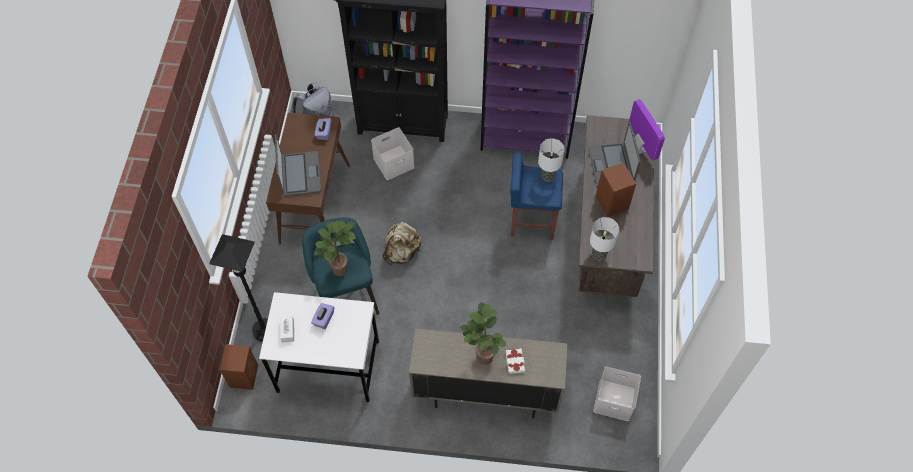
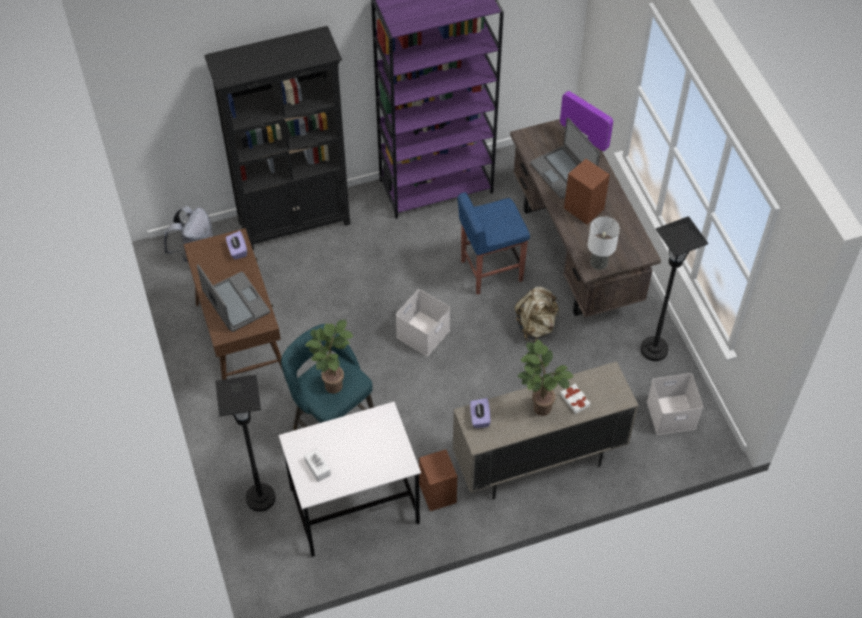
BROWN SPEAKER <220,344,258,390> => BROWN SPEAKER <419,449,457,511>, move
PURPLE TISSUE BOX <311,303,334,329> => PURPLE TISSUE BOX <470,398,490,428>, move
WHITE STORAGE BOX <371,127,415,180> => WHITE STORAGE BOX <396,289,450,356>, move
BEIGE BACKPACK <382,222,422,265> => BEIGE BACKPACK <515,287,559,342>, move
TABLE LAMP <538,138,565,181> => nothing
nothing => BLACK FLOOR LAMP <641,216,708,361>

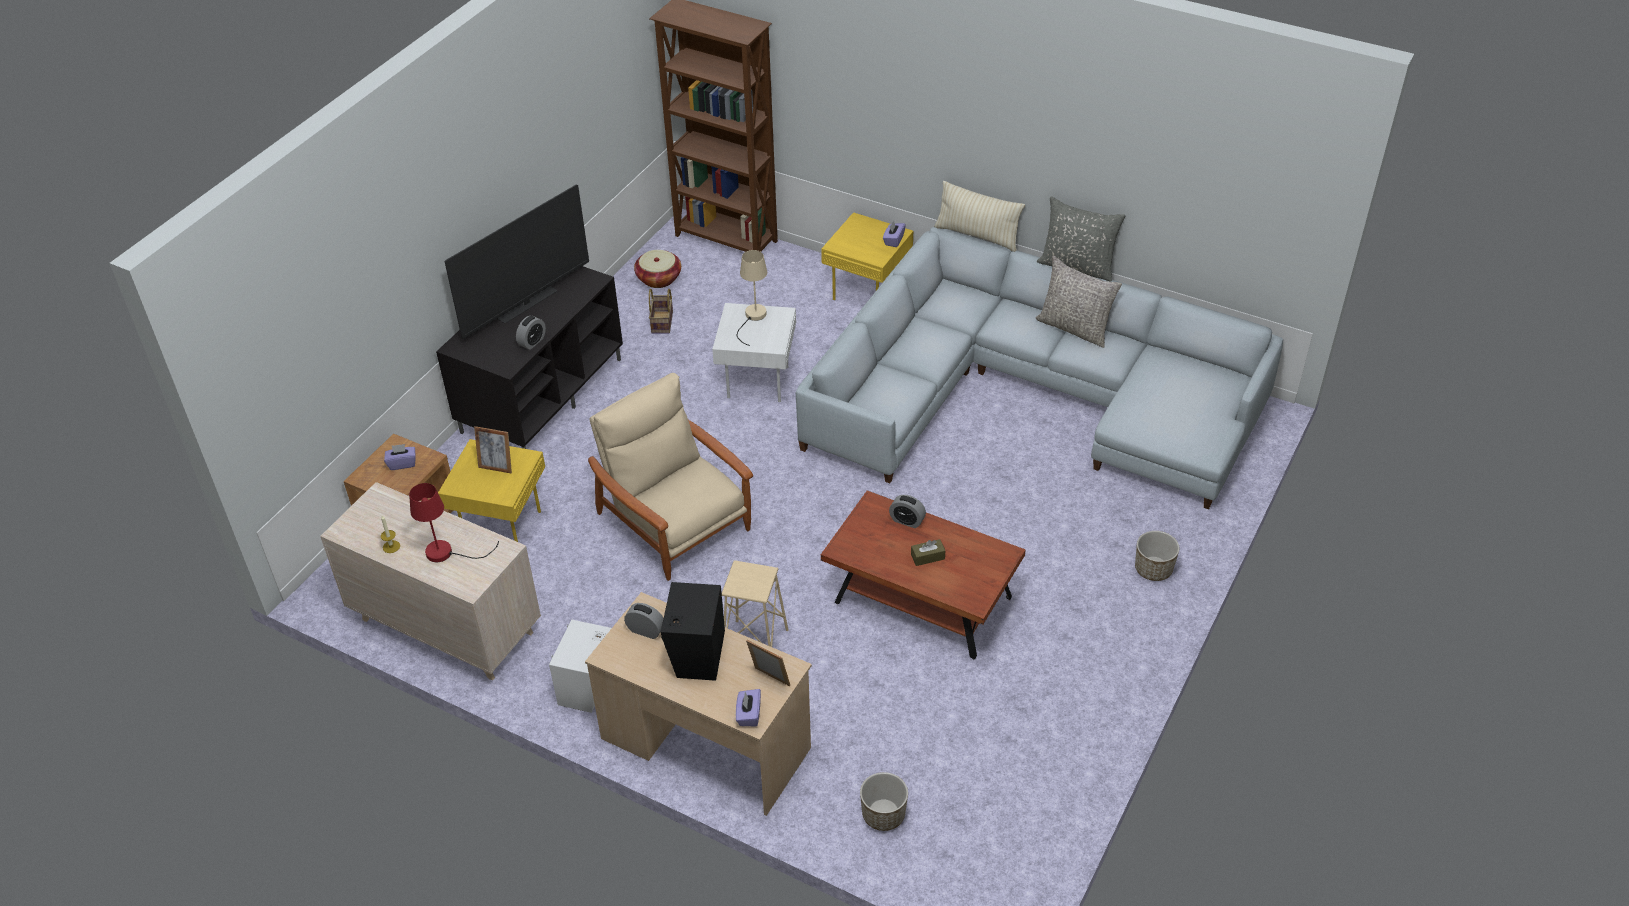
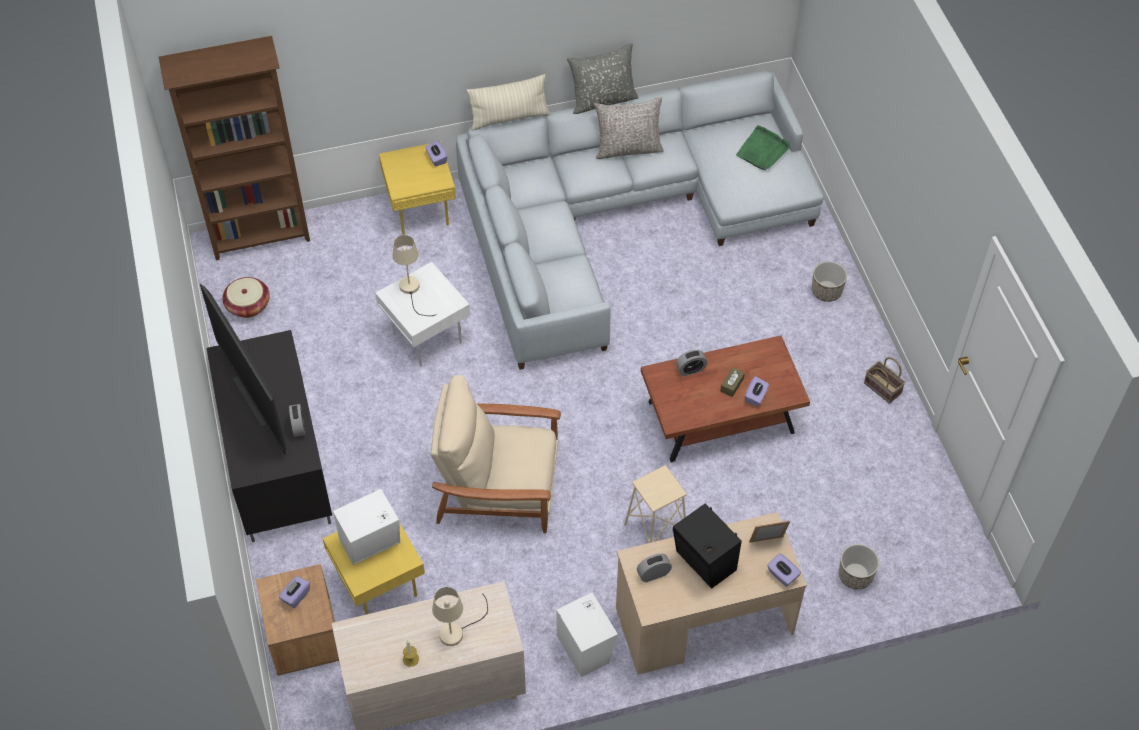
RED TABLE LAMP <409,483,499,562> => BEIGE TABLE LAMP <432,587,488,646>
TELEVISION <445,184,589,339> => TELEVISION <200,284,286,455>, 150 degrees clockwise
PICTURE FRAME <474,426,512,473> => WHITE SPEAKER <333,489,400,565>
BASKET <649,289,673,334> => BASKET <864,357,906,404>, move
nothing => GREEN TRAY <736,125,791,170>
nothing => PURPLE TISSUE BOX <745,376,769,406>

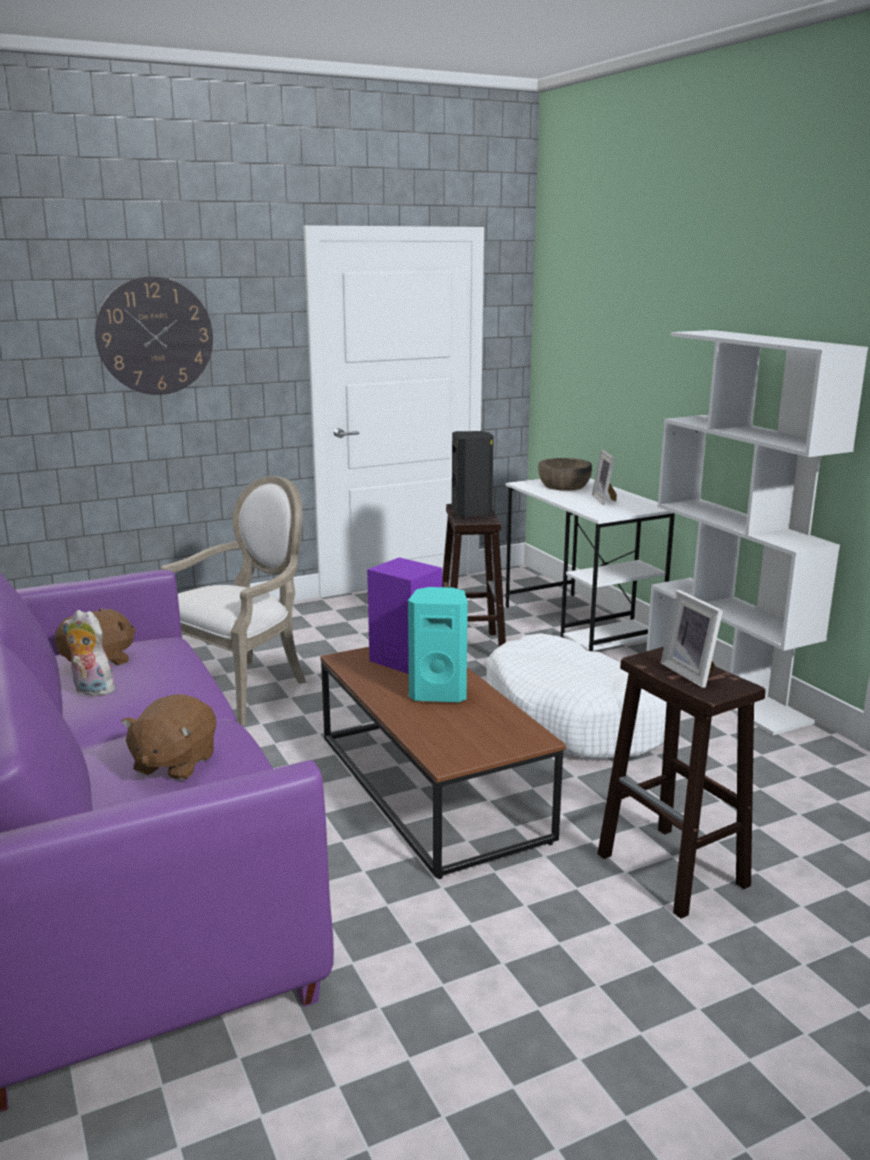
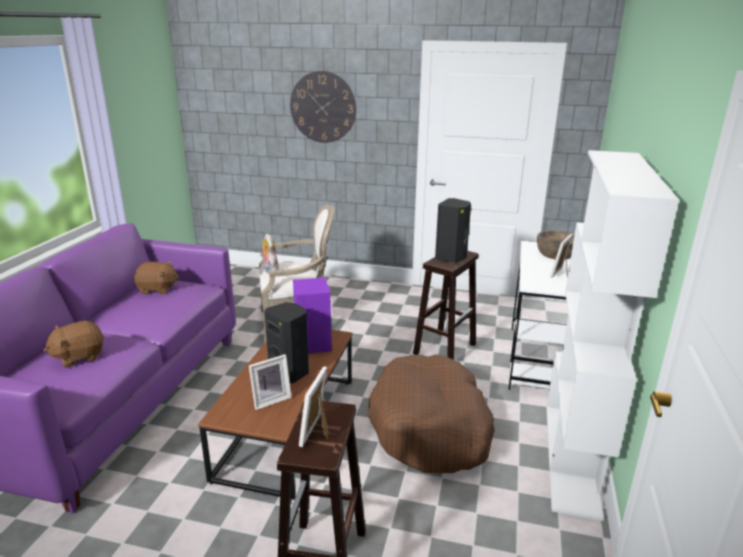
PLUSH TOY <63,610,115,696> => PLUSH TOY <260,233,279,274>, move
TURQUOISE SPEAKER <408,587,468,702> => BLACK SPEAKER <265,302,309,383>
WHITE DOG BED <487,633,682,759> => BROWN DOG BED <368,354,495,473>
nothing => PICTURE FRAME <249,354,291,410>

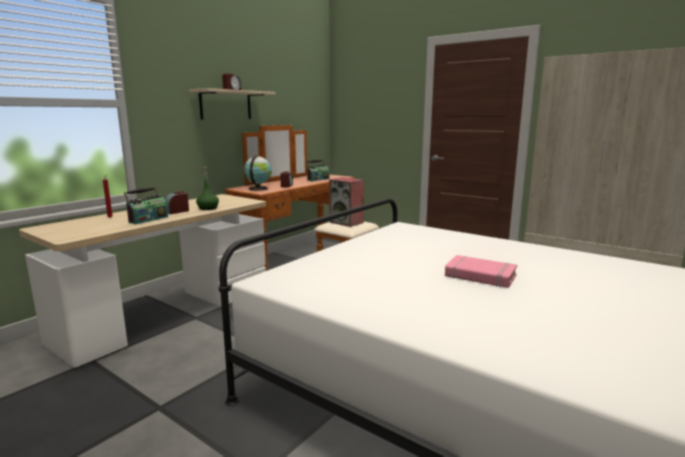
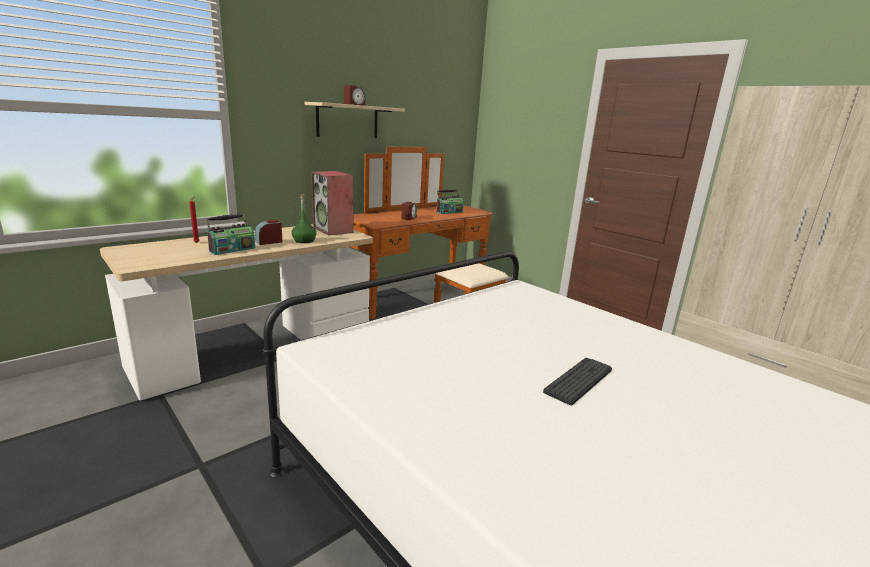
GLOBE <244,155,272,191> => nothing
SPEAKER <329,177,364,227> => SPEAKER <312,171,353,235>, move
PINK BOOK <445,255,517,288> => KEYBOARD <543,358,612,406>

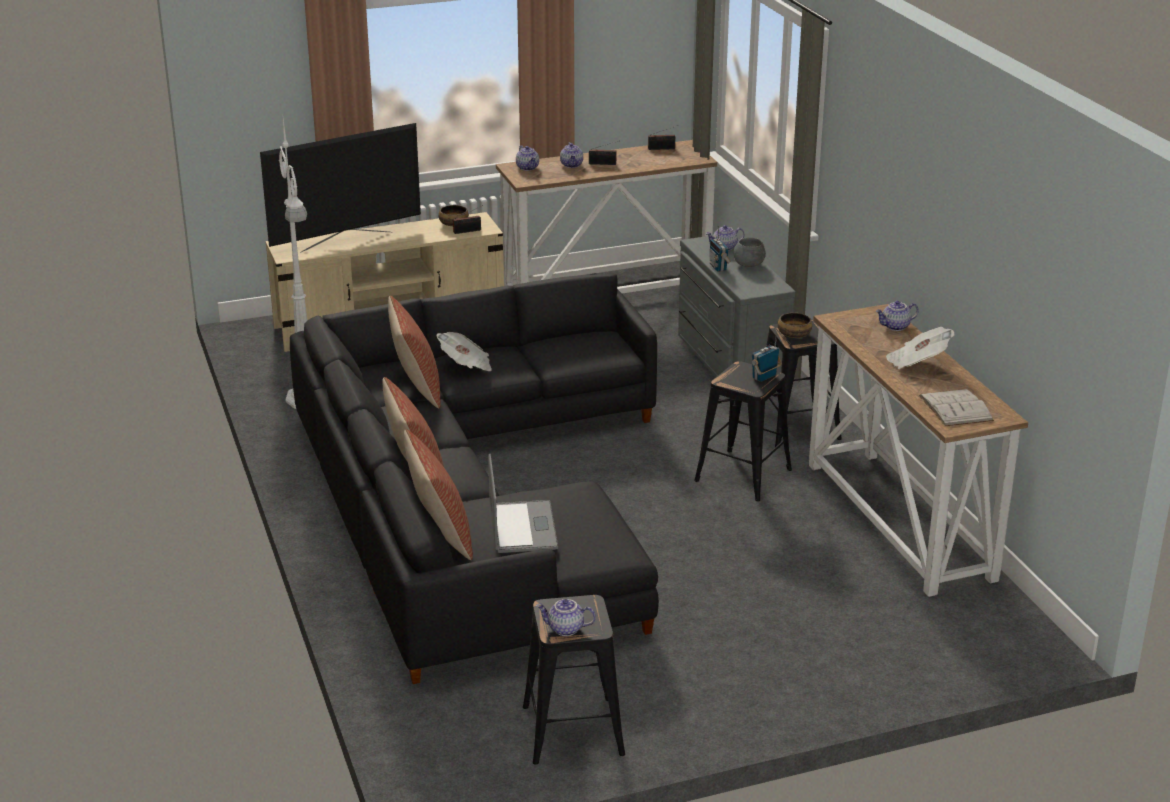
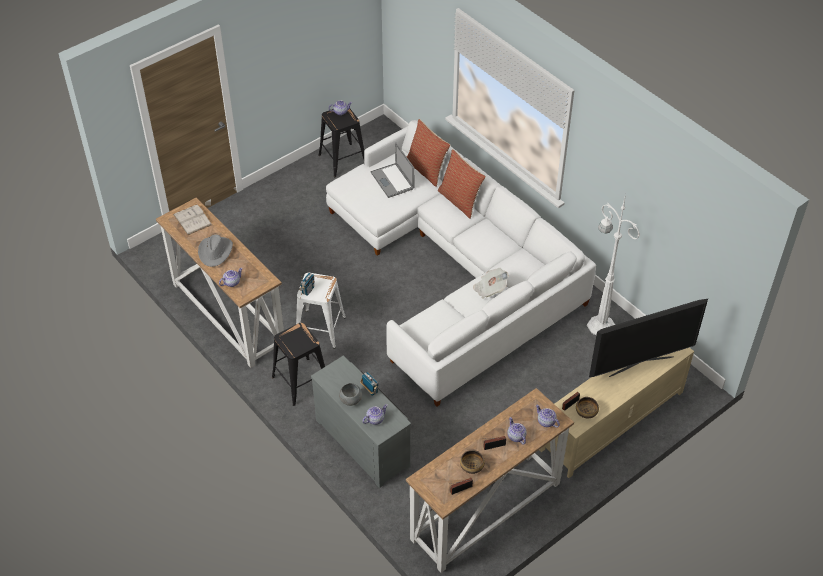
TELEVISION <260,123,421,253> => TELEVISION <589,299,708,377>, 150 degrees counterclockwise
BLACK SOFA <290,274,659,684> => WHITE SOFA <326,120,596,407>
PILLOW <388,296,441,409> => nothing
BLACK STOOL <694,361,792,501> => WHITE STOOL <296,273,346,349>
BOWL <778,313,812,338> => BOWL <460,450,485,474>, move
NEWSPAPER <886,327,955,369> => GREY HAT <198,234,233,267>

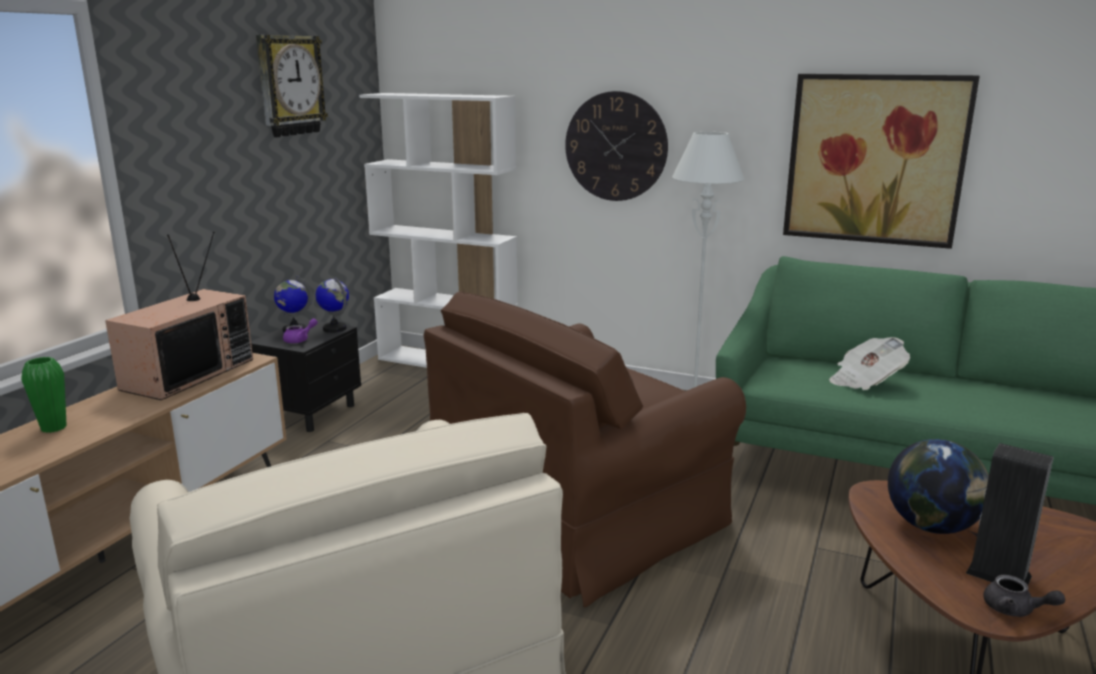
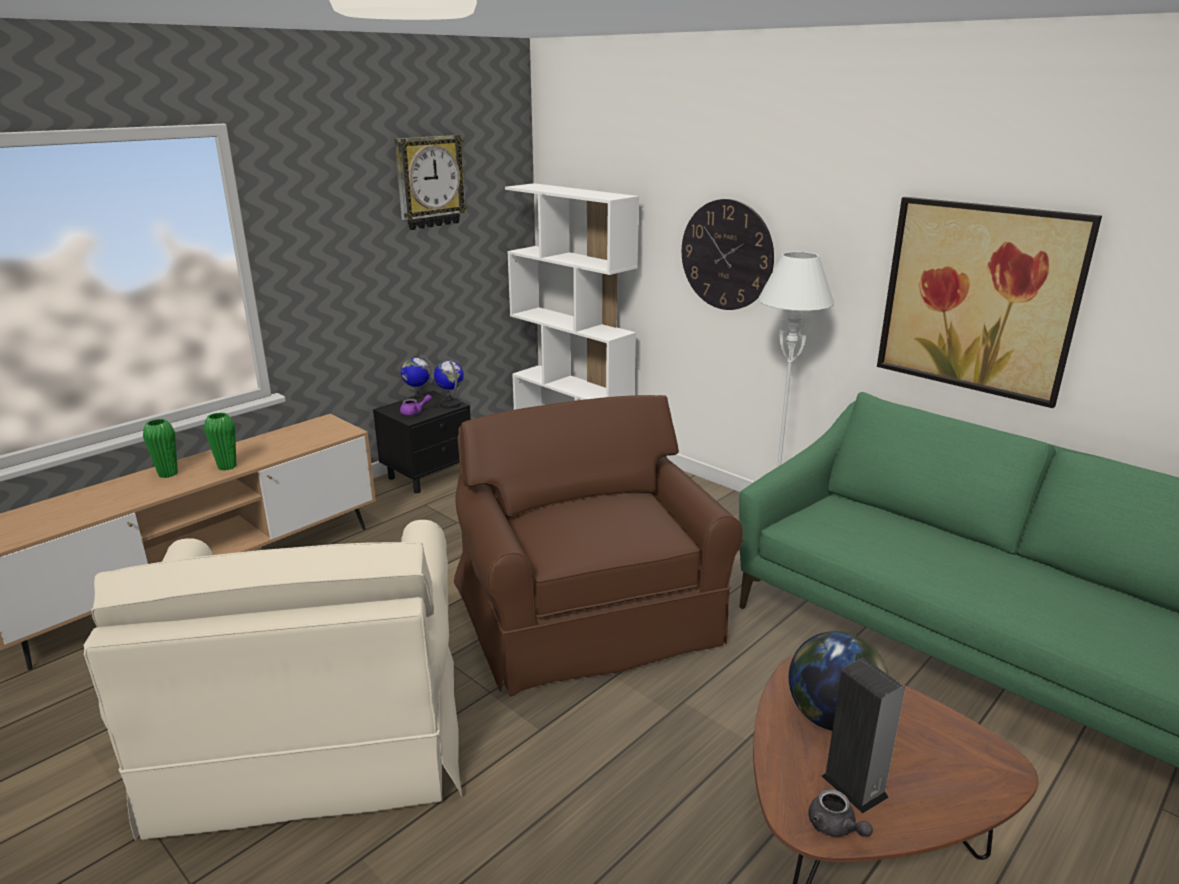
TELEVISION <105,231,253,400> => nothing
BROWN ARMCHAIR <424,291,746,607> => BROWN ARMCHAIR <454,395,743,696>, 90 degrees clockwise
NEWSPAPER <829,337,910,390> => nothing
nothing => GREEN VASE <204,413,236,471>

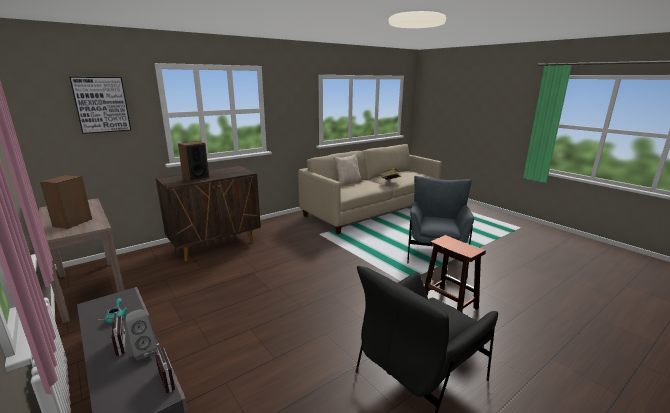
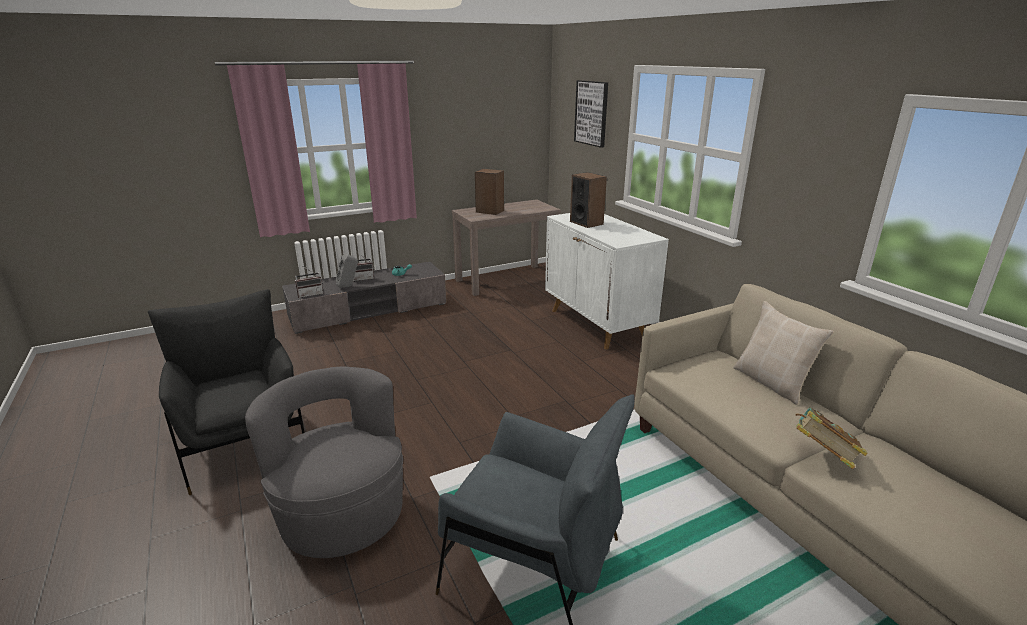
BROWN CABINET <156,166,261,261> => WHITE CABINET <545,213,669,349>
BROWN STOOL <424,235,486,312> => GREY ARMCHAIR <245,367,403,558>

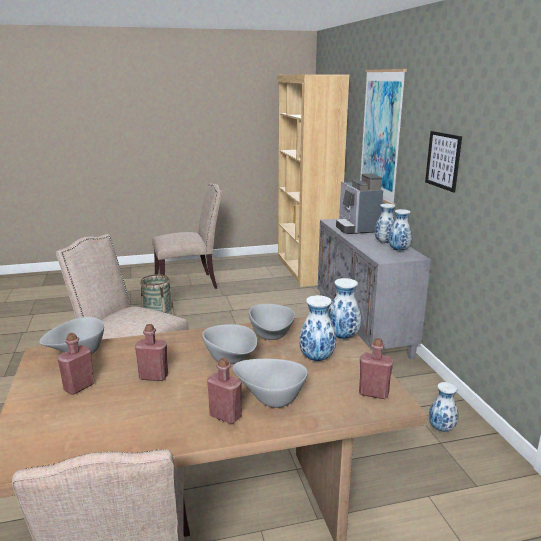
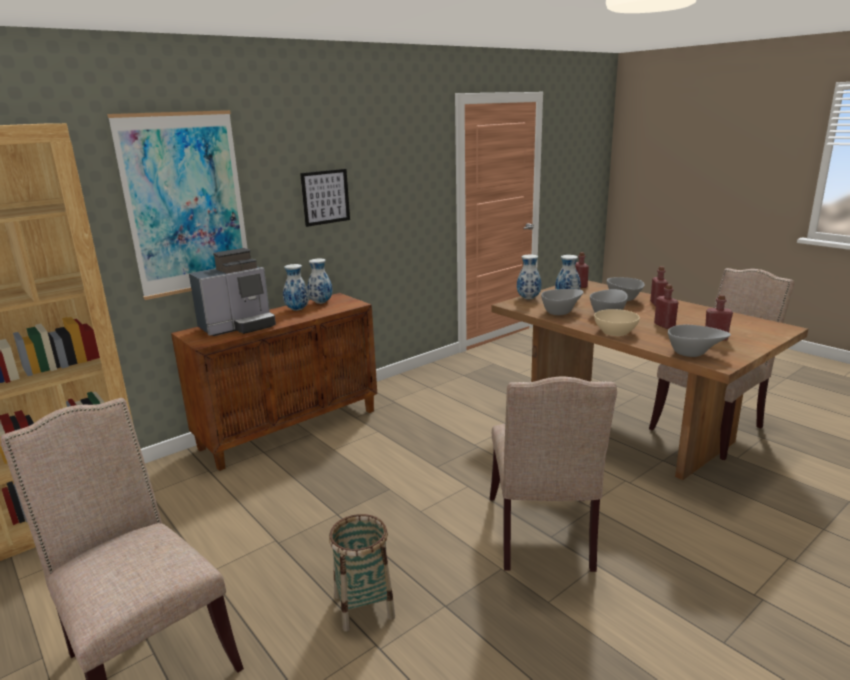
GREY CABINET <318,219,431,360> => BROWN CABINET <171,293,377,471>
VASE <429,382,458,432> => nothing
nothing => BEIGE BOWL <594,309,640,336>

